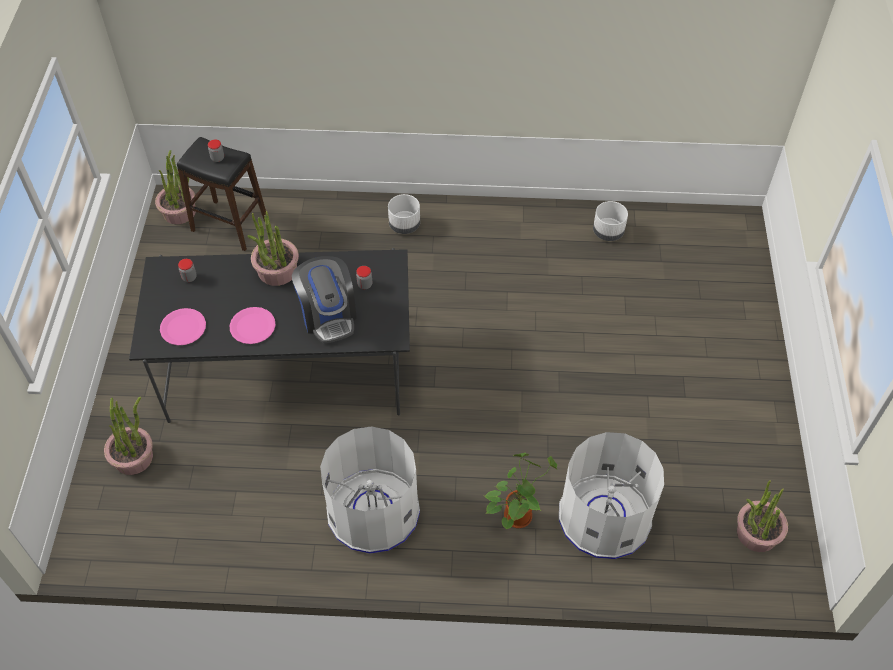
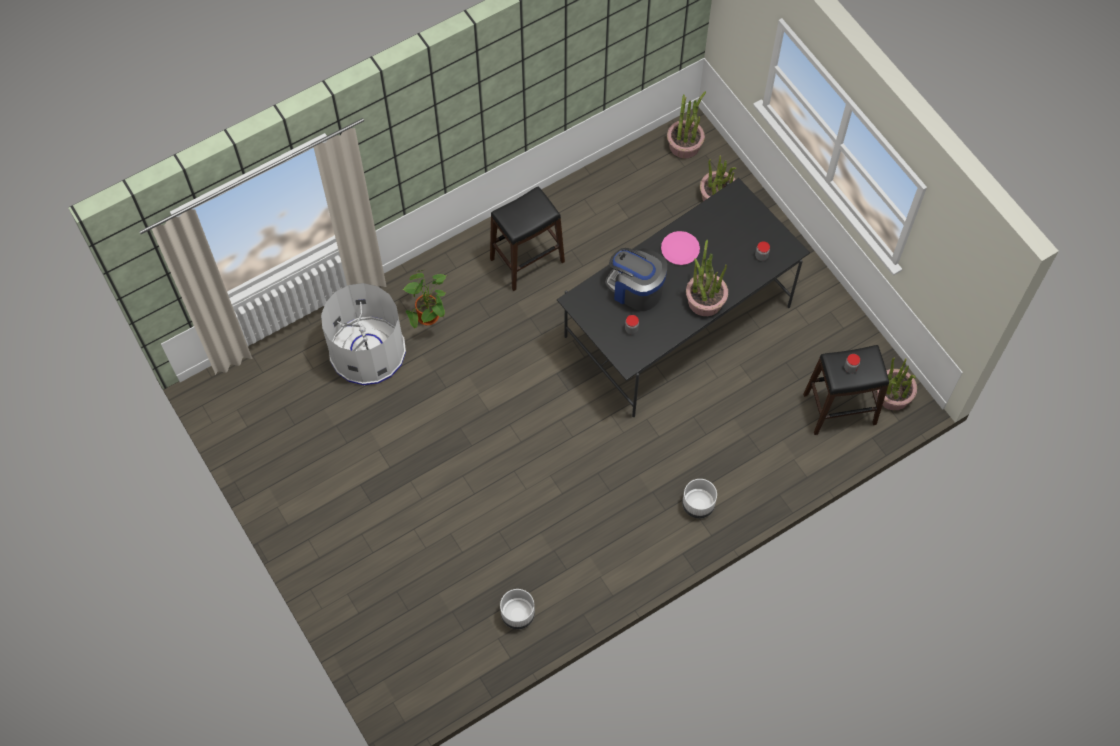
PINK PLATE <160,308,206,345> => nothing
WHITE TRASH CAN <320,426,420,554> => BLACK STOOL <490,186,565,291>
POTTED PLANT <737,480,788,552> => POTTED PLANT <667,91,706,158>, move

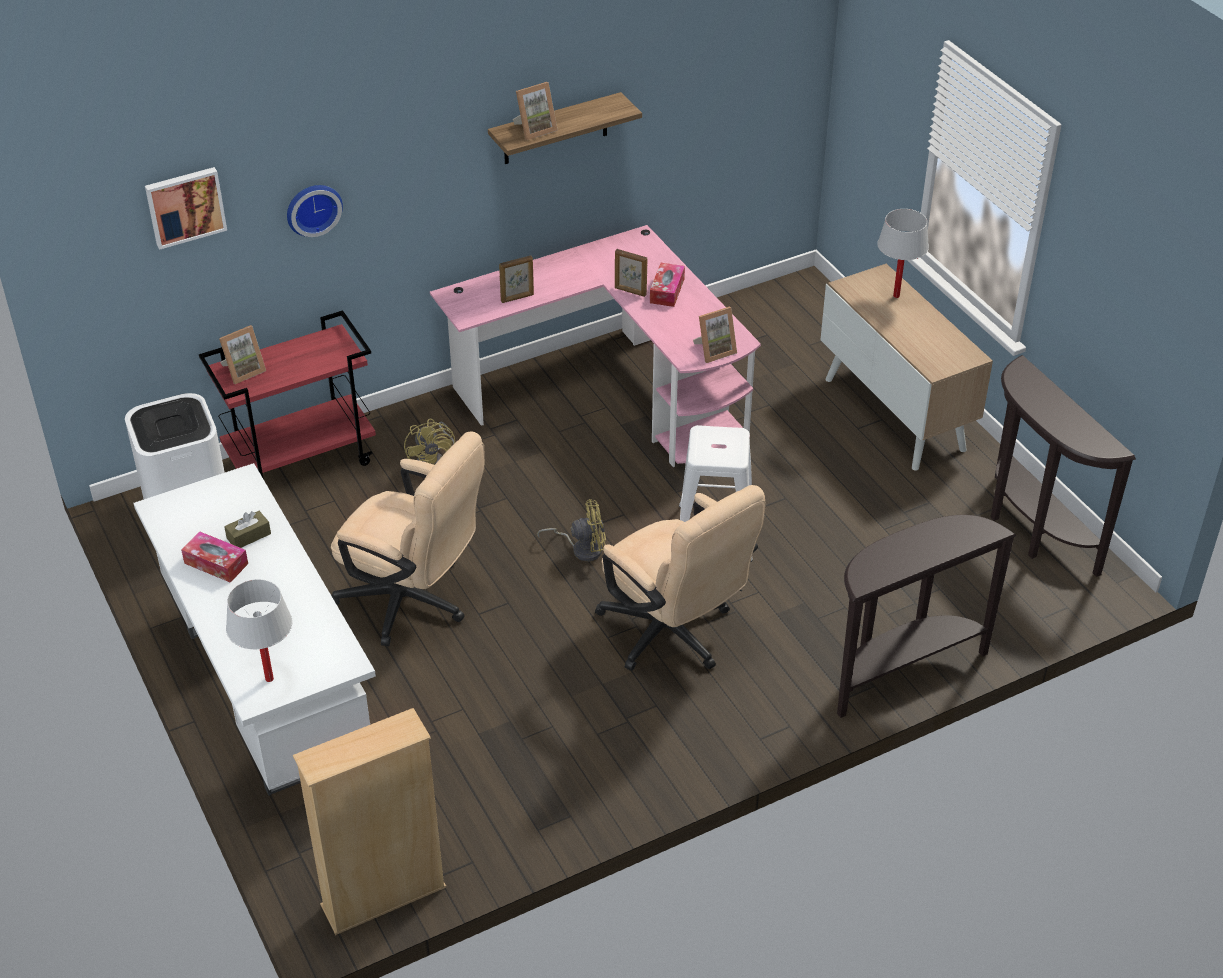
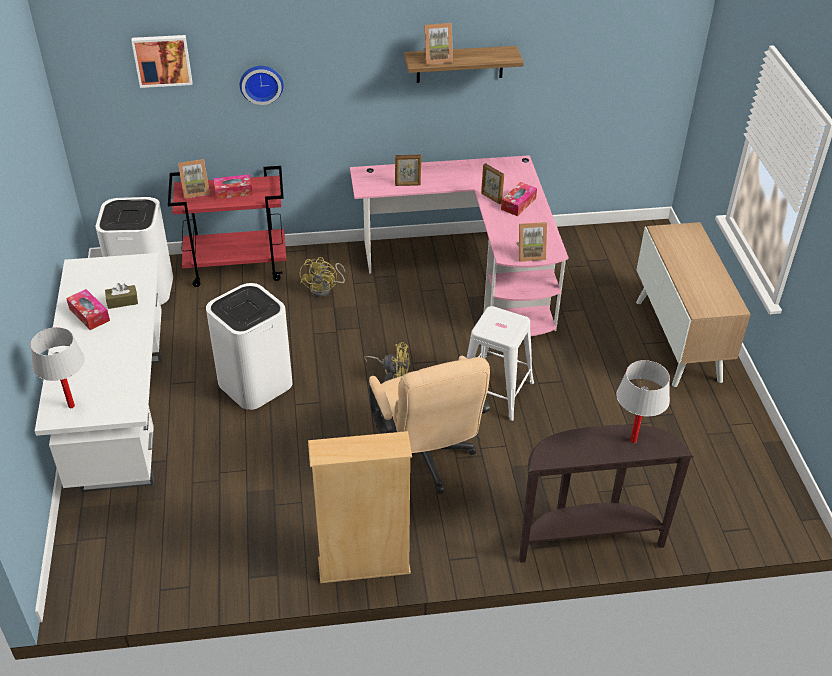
BEIGE BOOKCASE <293,708,446,935> => BEIGE BOOKCASE <308,431,412,583>, move
BEIGE OFFICE CHAIR <331,431,485,646> => WHITE TRASH CAN <206,283,292,410>
WHITE TABLE LAMP <877,209,929,298> => WHITE TABLE LAMP <616,360,670,443>, move
BROWN CONSOLE TABLE <991,355,1136,577> => nothing
nothing => TISSUE BOX <213,174,253,199>

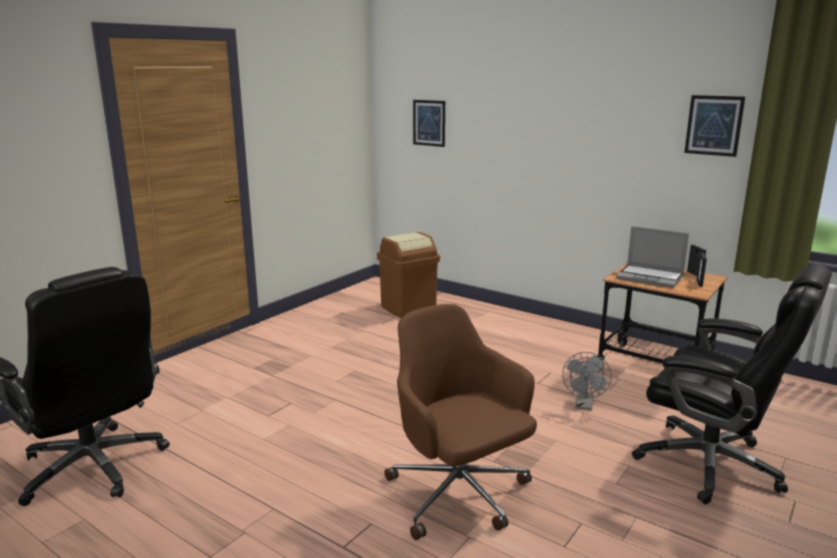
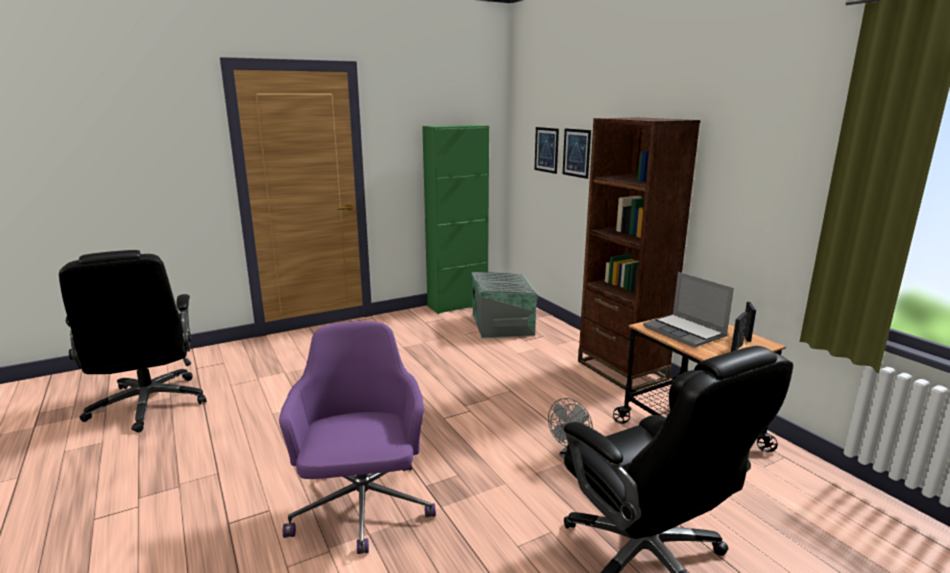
BROWN TRASH CAN <377,232,440,318> => GREY STORAGE BOX <472,272,538,338>
BROWN OFFICE CHAIR <385,304,537,540> => PURPLE OFFICE CHAIR <279,321,436,554>
PICTURE <684,95,745,157> => PICTURE <563,128,591,179>, move
nothing => GREEN CABINET <422,125,489,314>
nothing => BROWN BOOKCASE <578,117,700,390>

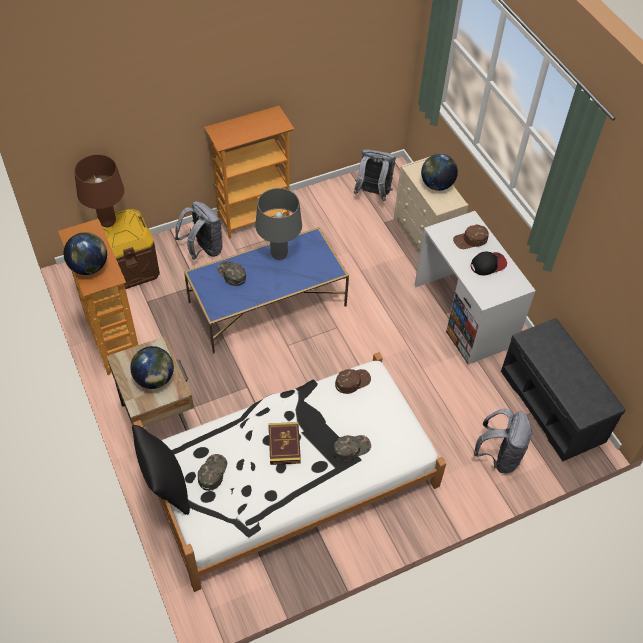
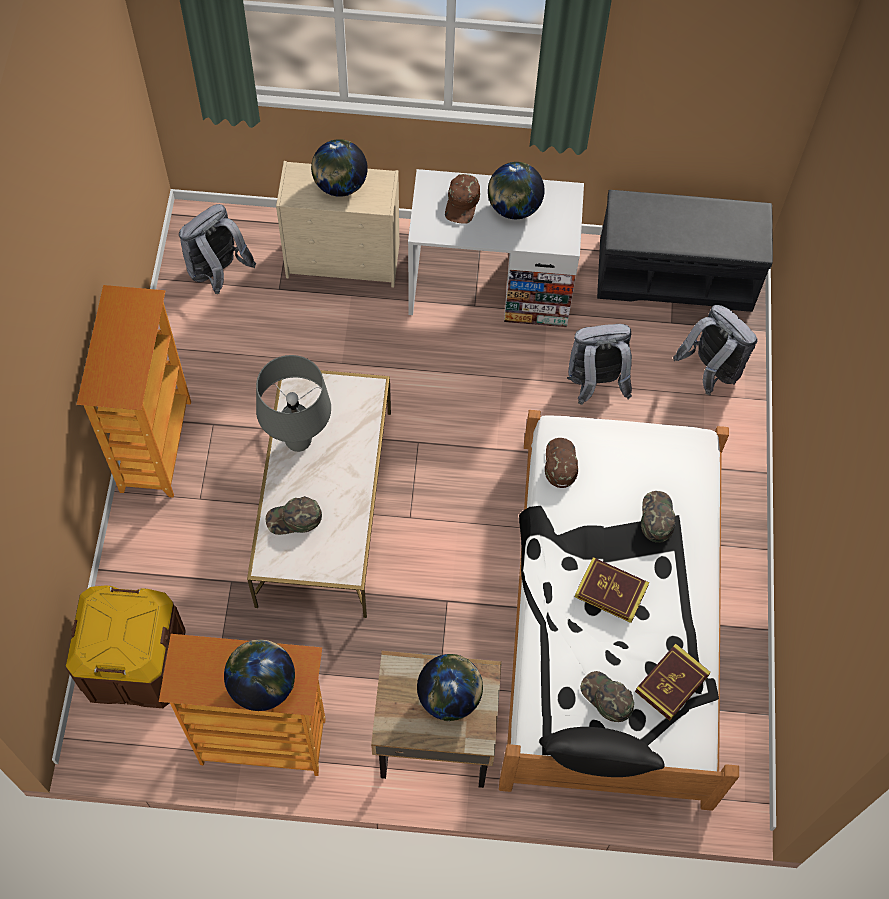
BROWN TABLE LAMP <74,154,124,227> => nothing
GREY BACKPACK <175,201,222,260> => GREY BACKPACK <567,324,632,405>, move
BLUE COFFEE TABLE <184,227,349,354> => WHITE COFFEE TABLE <247,370,391,618>
CAP <471,252,507,276> => GLOBE <488,162,545,219>
nothing => BOOK <635,644,711,721>

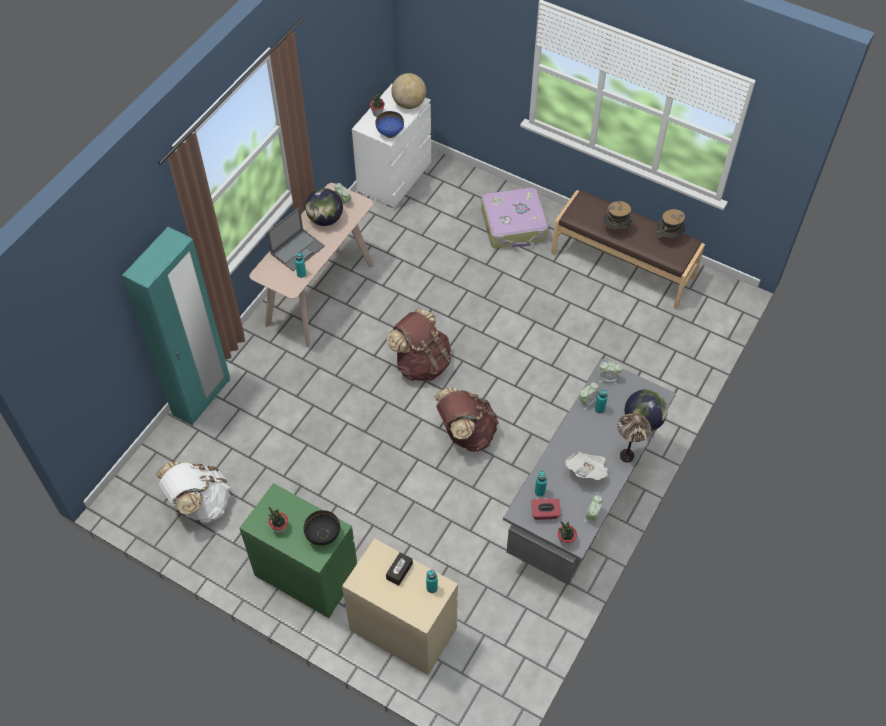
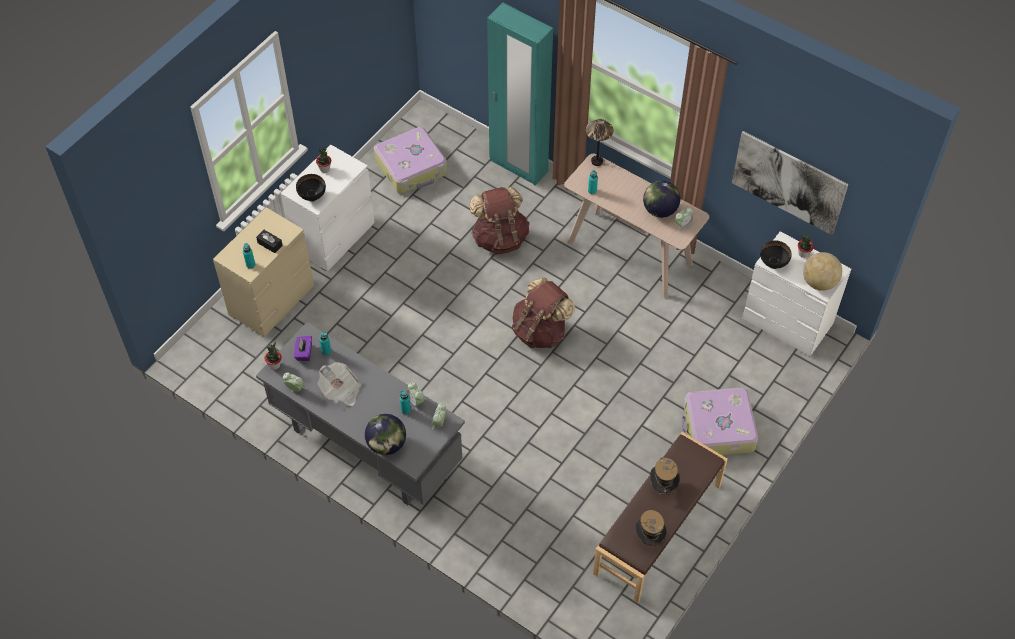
WHITE BACKPACK <156,461,230,523> => SUITCASE <374,127,447,194>
GREEN DRESSER <240,483,357,618> => WHITE DRESSER <281,144,375,271>
LAPTOP <267,207,325,271> => nothing
BLUE BOWL <375,111,404,138> => BLACK BOWL <760,240,792,269>
BROWN BACKPACK <434,387,499,452> => BROWN BACKPACK <470,187,529,255>, move
RED TISSUE BOX <531,498,560,520> => PURPLE TISSUE BOX <294,336,312,361>
TABLE LAMP <617,413,651,462> => TABLE LAMP <586,119,614,166>, move
nothing => PICTURE <732,131,848,235>

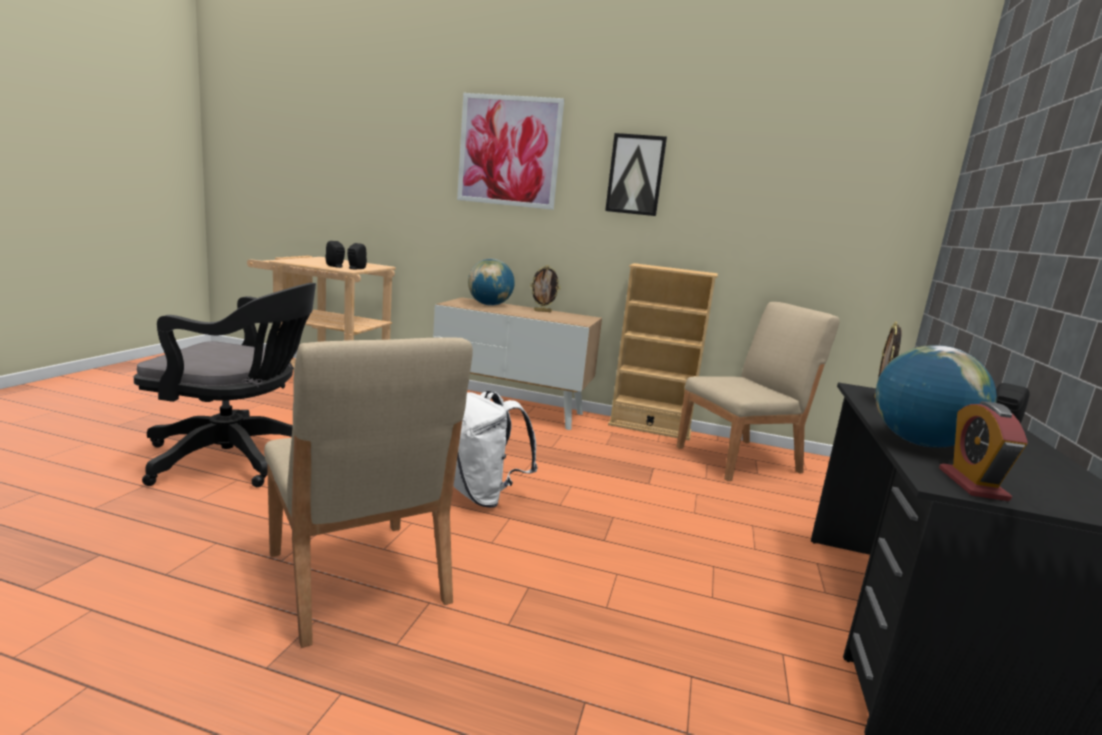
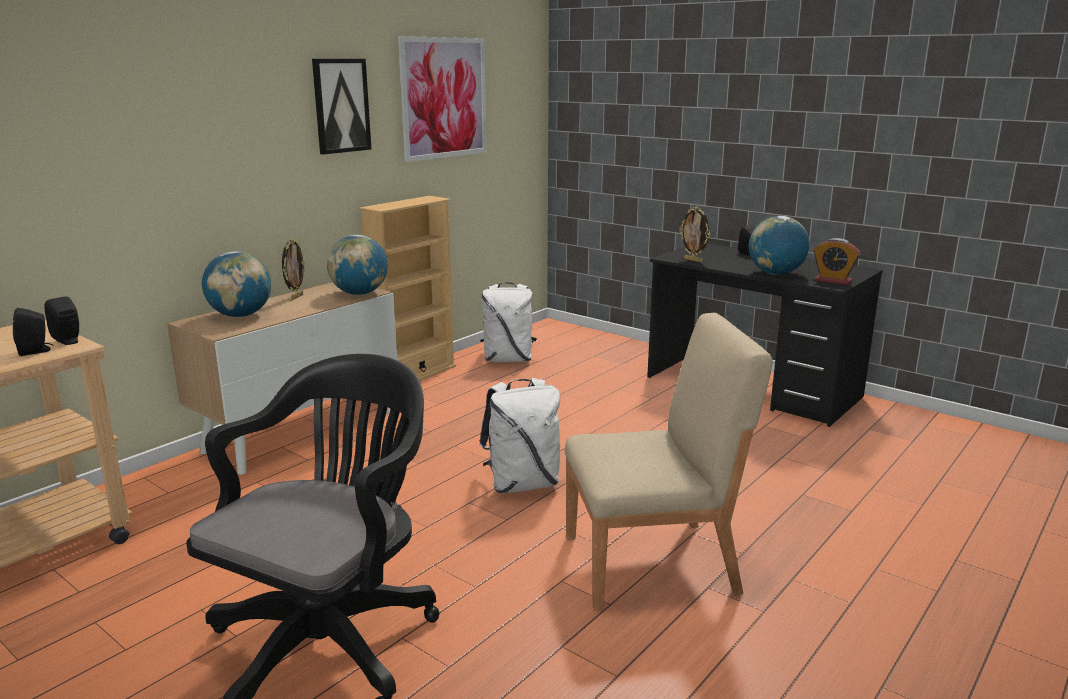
PICTURE <457,93,564,210> => PICTURE <398,36,487,162>, move
BEIGE CHAIR <676,302,840,481> => WHITE BACKPACK <480,282,537,362>
nothing => GLOBE <327,235,388,295>

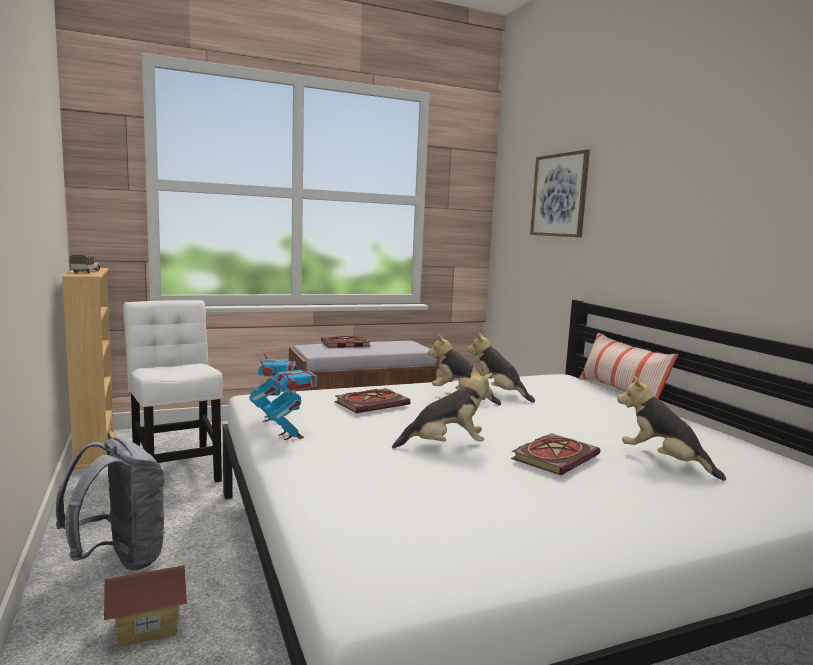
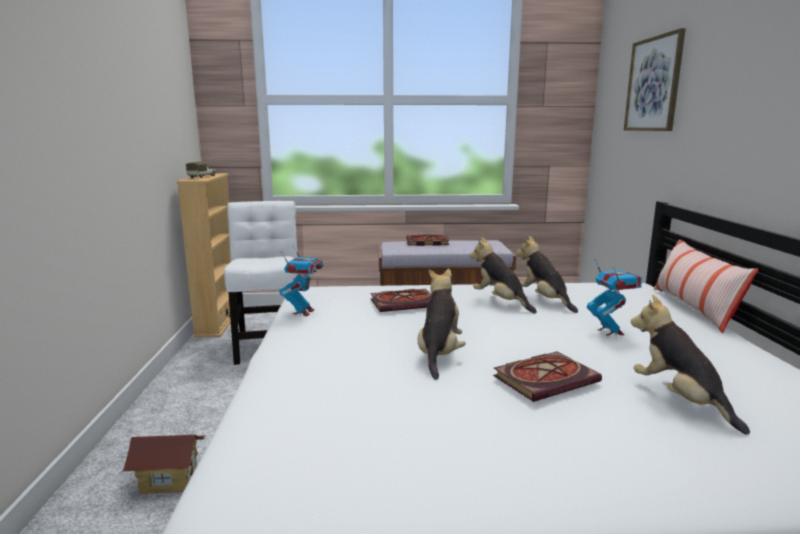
GREY BACKPACK <56,437,166,571> => nothing
TOY ROBOT <264,360,317,440> => TOY ROBOT <587,259,642,336>, move
PLUSH TOY <392,366,493,448> => PLUSH TOY <418,269,466,380>, 90 degrees counterclockwise

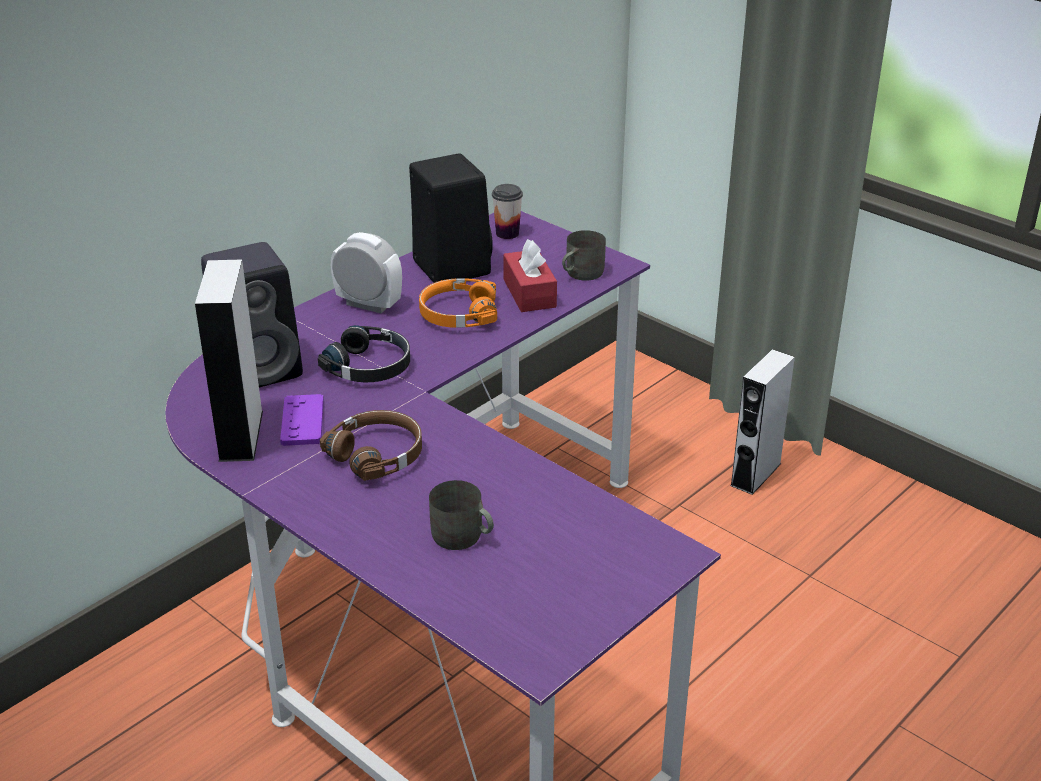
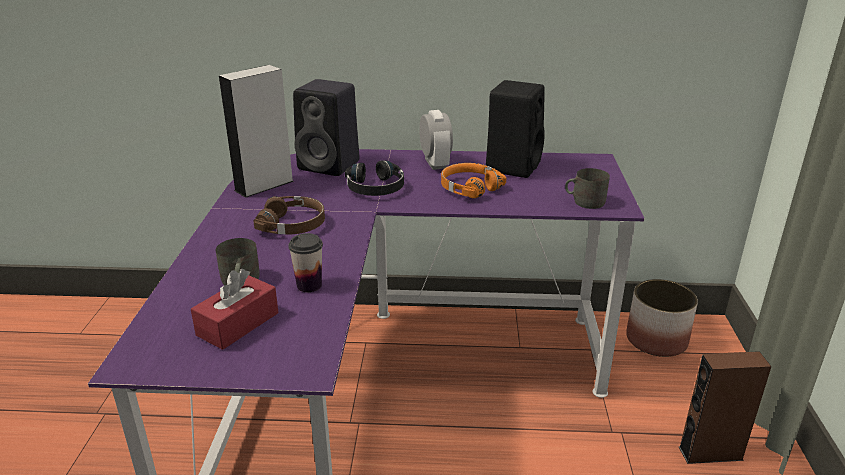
PURPLE GAME CONTROLLER <280,394,324,446> => nothing
CUP <492,184,523,239> => CUP <288,233,323,292>, move
RED TISSUE BOX <503,239,557,312> => RED TISSUE BOX <191,269,278,350>, move
GREY SPEAKER <730,349,795,495> => BROWN SPEAKER <678,351,772,464>
nothing => PLANTER <626,279,698,357>

